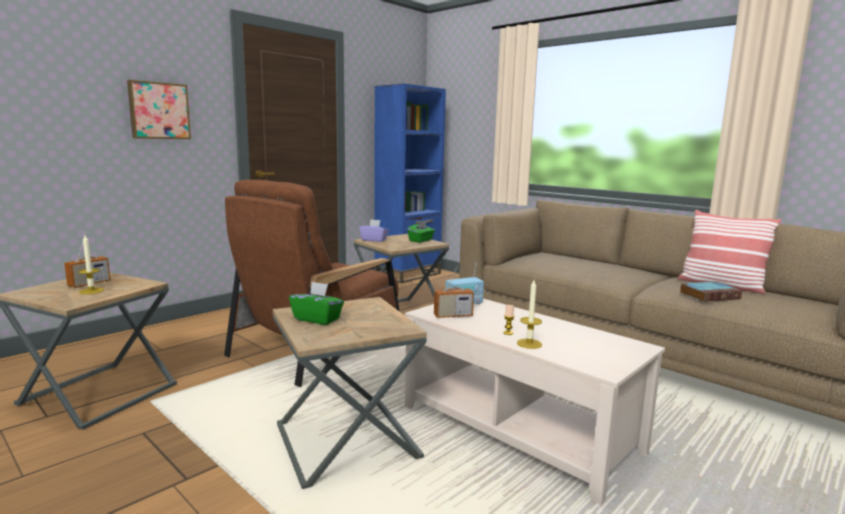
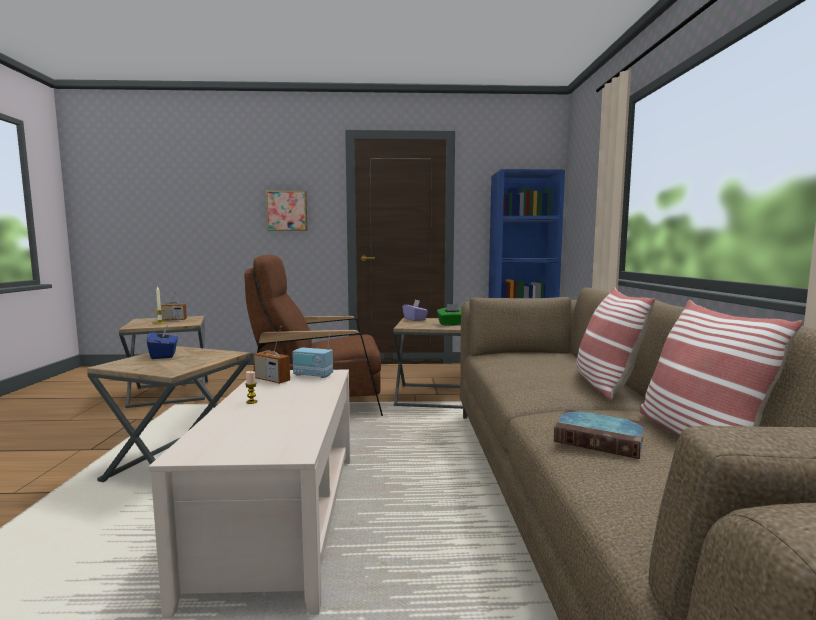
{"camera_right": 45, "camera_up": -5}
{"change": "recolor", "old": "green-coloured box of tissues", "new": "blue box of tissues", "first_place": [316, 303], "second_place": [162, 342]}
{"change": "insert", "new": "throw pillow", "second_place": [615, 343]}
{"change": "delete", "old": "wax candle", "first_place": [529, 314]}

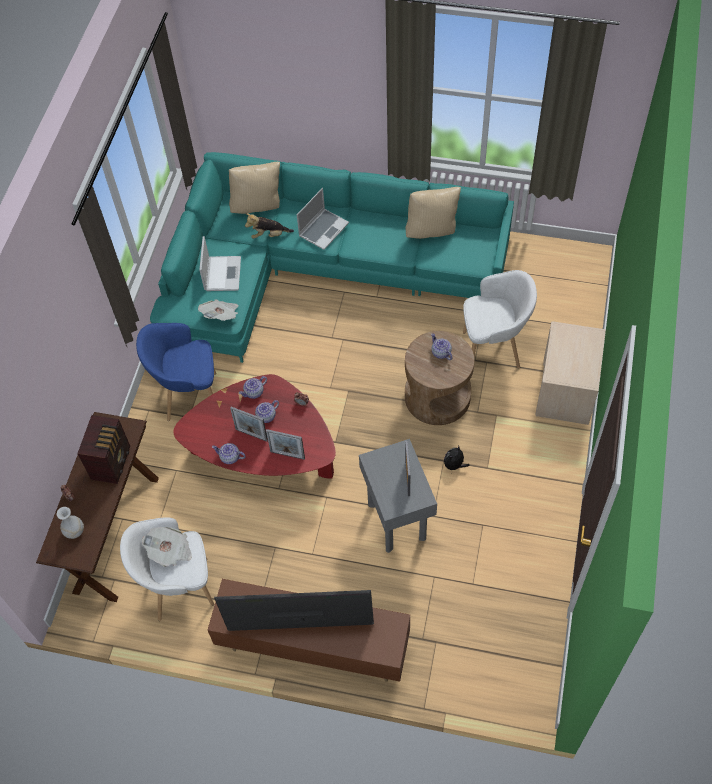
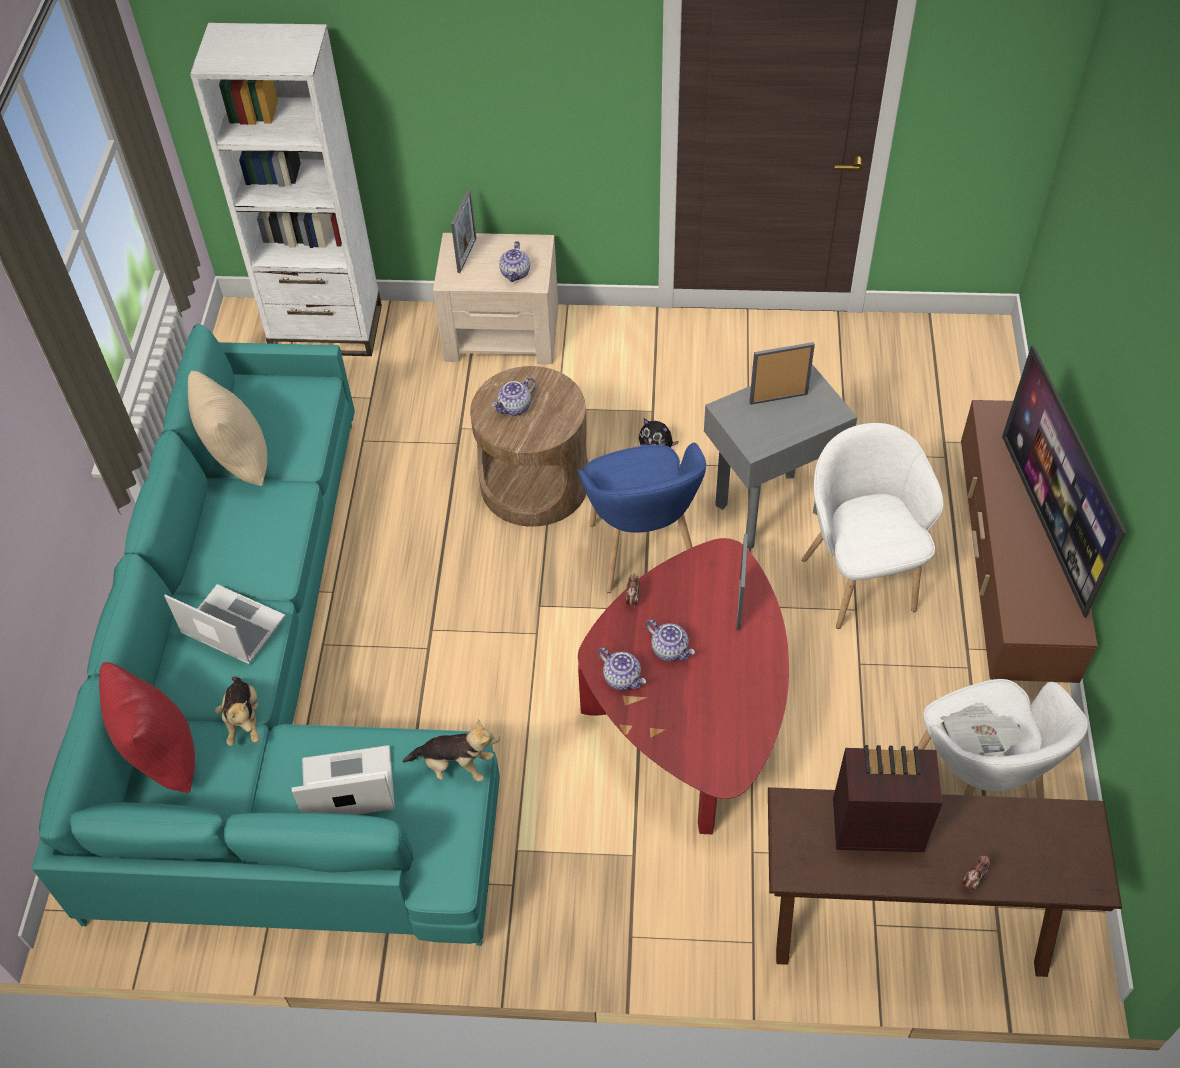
{"camera_right": -100, "camera_up": -5}
{"change": "recolor", "old": "beige throw pillow", "new": "red-coloured throw pillow", "first_place": [254, 188], "second_place": [147, 727]}
{"change": "insert", "new": "white-coloured bookcase", "second_place": [286, 189]}
{"change": "replace", "old": "printed paper", "new": "soft toy", "first_place": [218, 310], "second_place": [451, 750]}
{"change": "move", "old": "picture frame", "first_place": [249, 424], "second_place": [463, 230]}
{"change": "move", "old": "teapot", "first_place": [229, 453], "second_place": [514, 261]}
{"change": "move", "old": "blue easy chair", "first_place": [176, 372], "second_place": [642, 518]}
{"change": "move", "old": "white-coloured easy chair", "first_place": [500, 319], "second_place": [873, 526]}
{"change": "delete", "old": "white-coloured decorative vase", "first_place": [70, 523]}

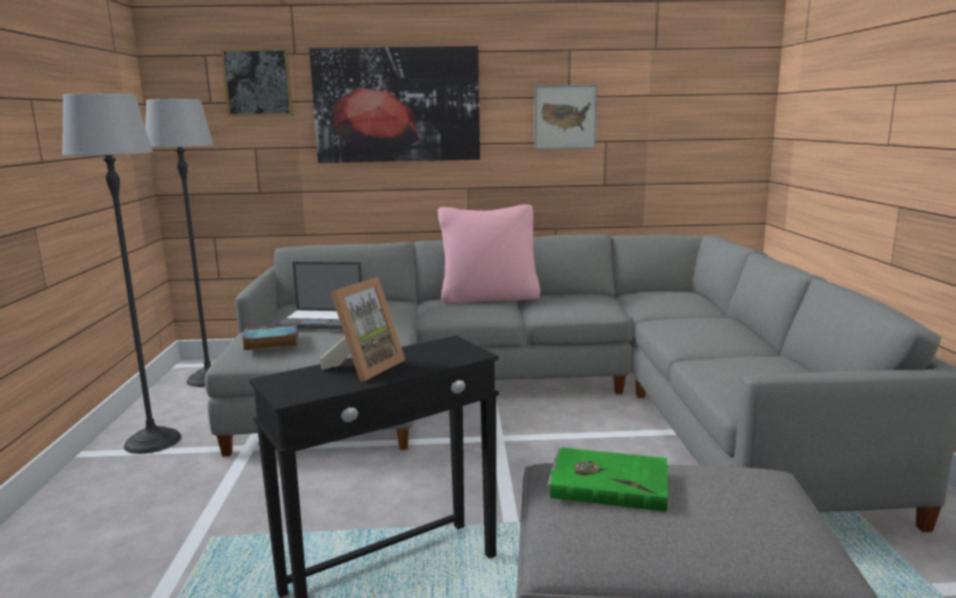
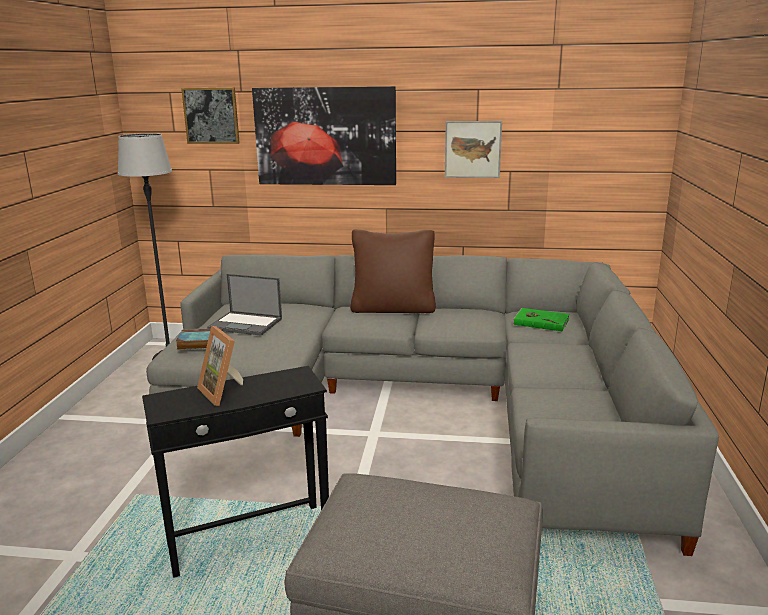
{"camera_right": 10, "camera_up": 5}
{"change": "rotate", "old": "picture frame", "first_place": [362, 329], "second_place": [220, 366], "degrees": 105}
{"change": "recolor", "old": "pink throw pillow", "new": "brown-coloured throw pillow", "first_place": [489, 254], "second_place": [393, 271]}
{"change": "move", "old": "green-coloured bound book", "first_place": [607, 480], "second_place": [541, 320]}
{"change": "delete", "old": "standard lamp", "first_place": [121, 273]}

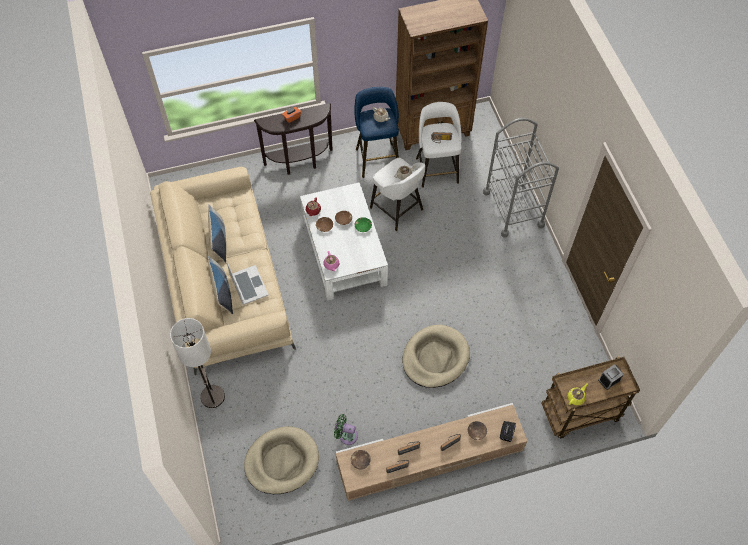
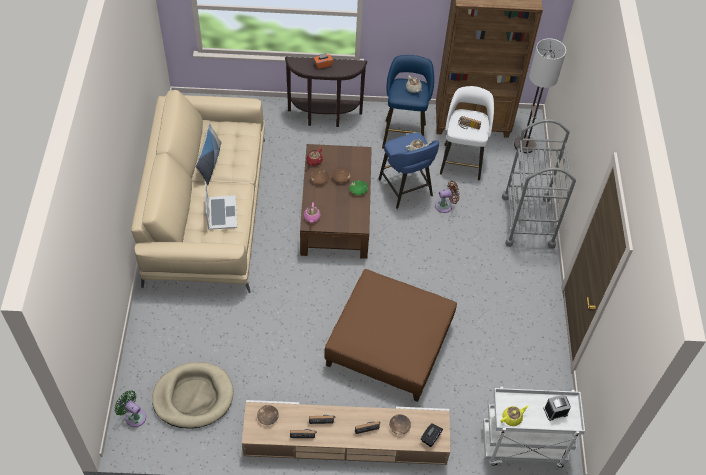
{"camera_right": 15, "camera_up": -5}
{"change": "move", "old": "green-coloured electric fan", "first_place": [346, 429], "second_place": [130, 408]}
{"change": "recolor", "old": "white-coloured lounge table", "new": "brown-coloured lounge table", "first_place": [344, 242], "second_place": [336, 201]}
{"change": "replace", "old": "beige dog cushion", "new": "brown-coloured ottoman", "first_place": [436, 356], "second_place": [391, 335]}
{"change": "recolor", "old": "white-coloured stool", "new": "blue stool", "first_place": [397, 194], "second_place": [408, 170]}
{"change": "insert", "new": "brown-coloured electric fan", "second_place": [447, 197]}
{"change": "recolor", "old": "brown-coloured wheeled cart", "new": "white-coloured wheeled cart", "first_place": [590, 397], "second_place": [534, 427]}
{"change": "move", "old": "standard lamp", "first_place": [197, 363], "second_place": [540, 95]}
{"change": "delete", "old": "throw pillow", "first_place": [220, 285]}

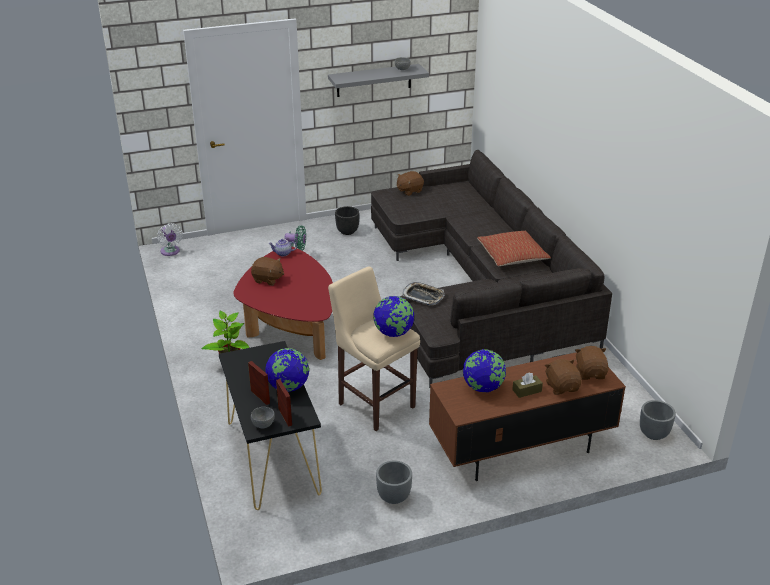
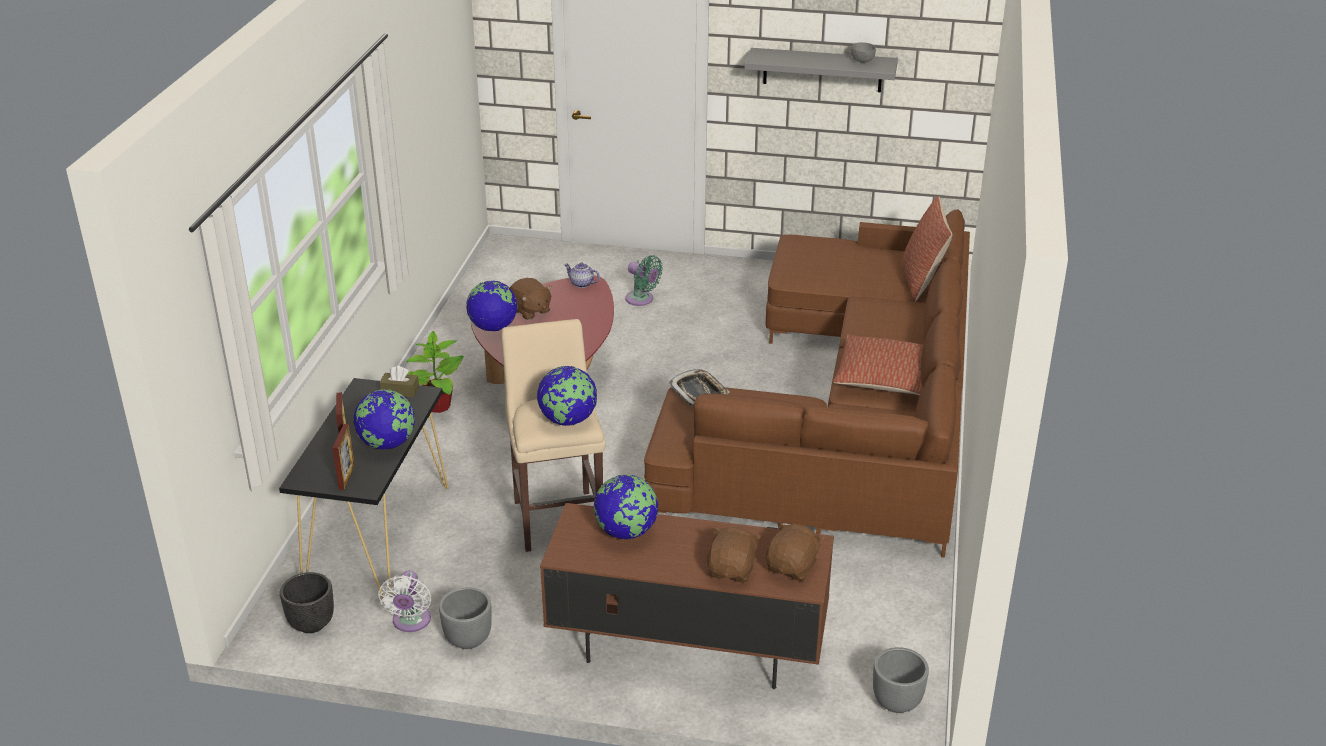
{"camera_right": 30, "camera_up": 0}
{"change": "move", "old": "black planter", "first_place": [347, 220], "second_place": [307, 602]}
{"change": "move", "old": "white-coloured electric fan", "first_place": [170, 239], "second_place": [405, 601]}
{"change": "move", "old": "brown-coloured box of tissues", "first_place": [527, 385], "second_place": [399, 382]}
{"change": "insert", "new": "world globe", "second_place": [491, 306]}
{"change": "recolor", "old": "grey sofa", "new": "brown-coloured sofa", "first_place": [491, 268], "second_place": [807, 383]}
{"change": "insert", "new": "throw pillow", "second_place": [927, 248]}
{"change": "delete", "old": "grey deep dish", "first_place": [263, 418]}
{"change": "delete", "old": "brown-coloured soft toy", "first_place": [410, 183]}

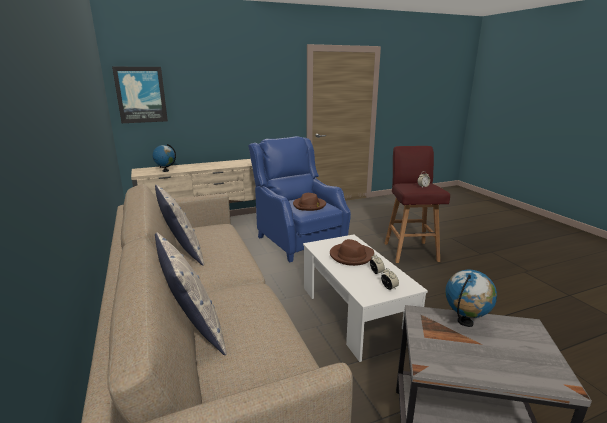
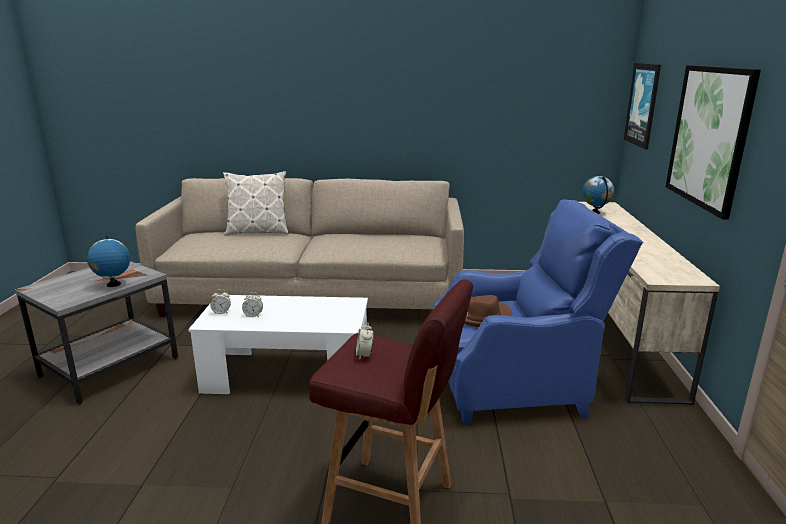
{"camera_right": 115, "camera_up": 0}
{"change": "insert", "new": "wall picture", "second_place": [713, 142]}
{"change": "delete", "old": "throw pillow", "first_place": [179, 225]}
{"change": "delete", "old": "brown-coloured clothing hat", "first_place": [352, 252]}

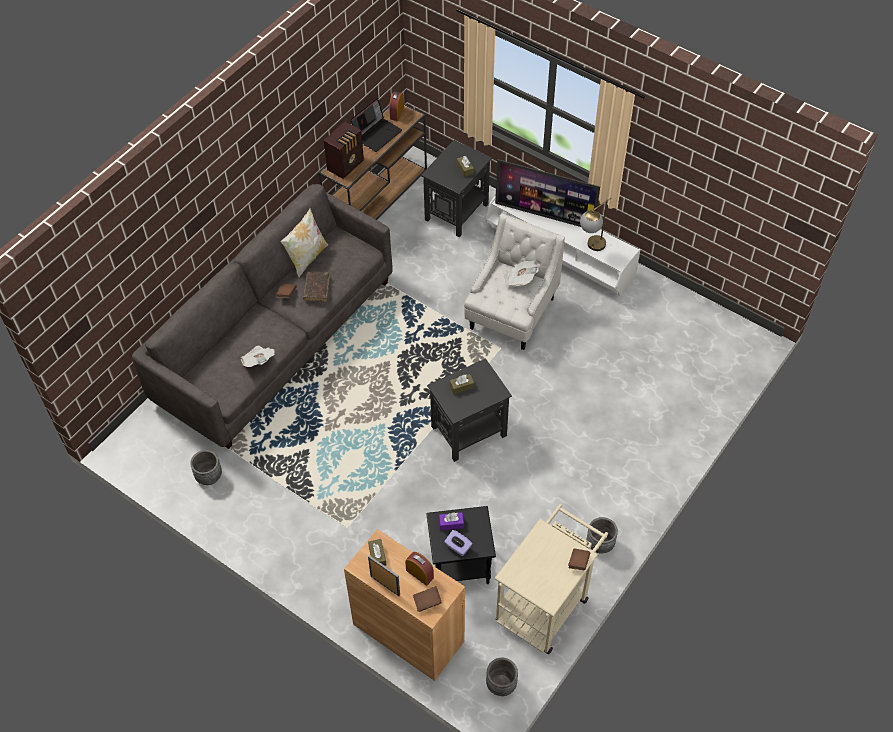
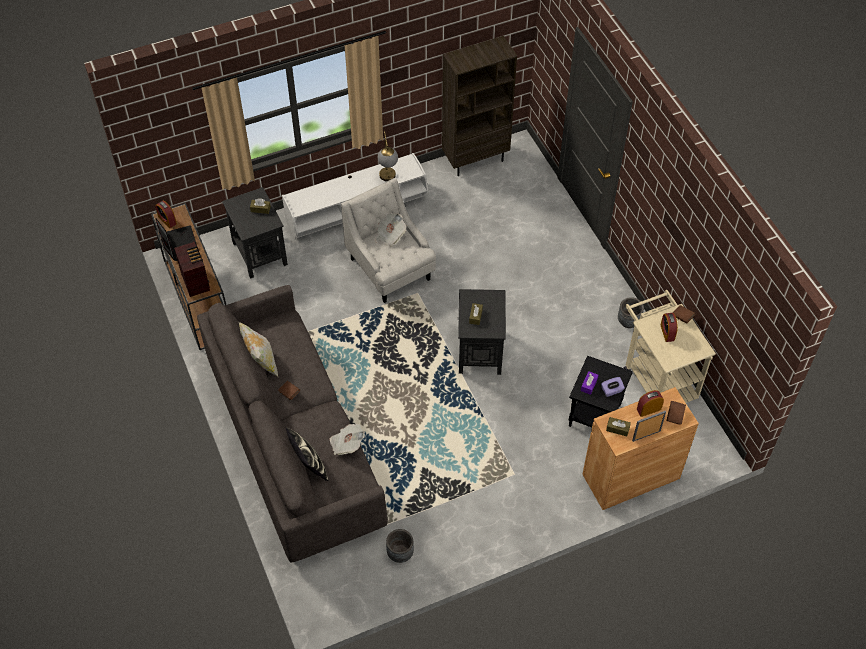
{"camera_right": -60, "camera_up": 0}
{"change": "insert", "new": "throw pillow", "second_place": [307, 454]}
{"change": "insert", "new": "brown-coloured bookcase", "second_place": [479, 106]}
{"change": "insert", "new": "table clock", "second_place": [669, 327]}
{"change": "delete", "old": "brown-coloured bound book", "first_place": [316, 286]}
{"change": "delete", "old": "grey planter", "first_place": [502, 677]}
{"change": "delete", "old": "television", "first_place": [547, 193]}

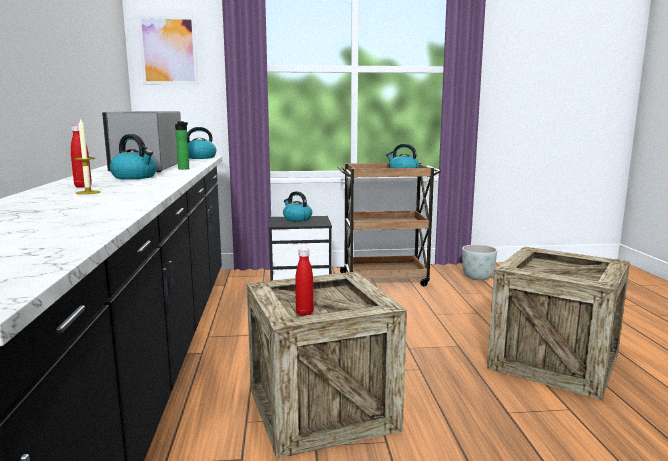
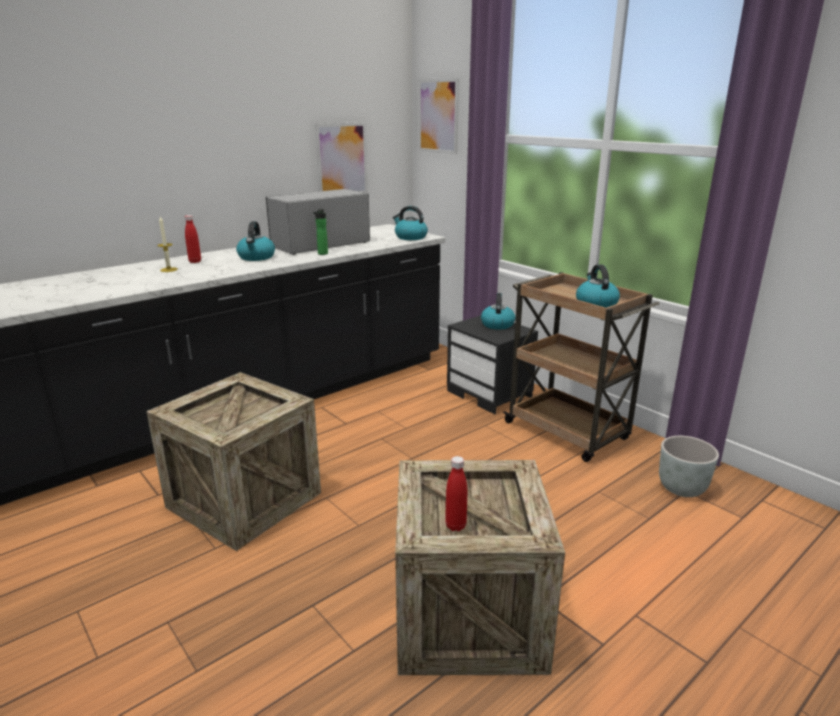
{"camera_right": 55, "camera_up": 10}
{"change": "insert", "new": "wall picture", "second_place": [341, 157]}
{"change": "move", "old": "red-coloured beverage bottle", "first_place": [304, 282], "second_place": [456, 493]}

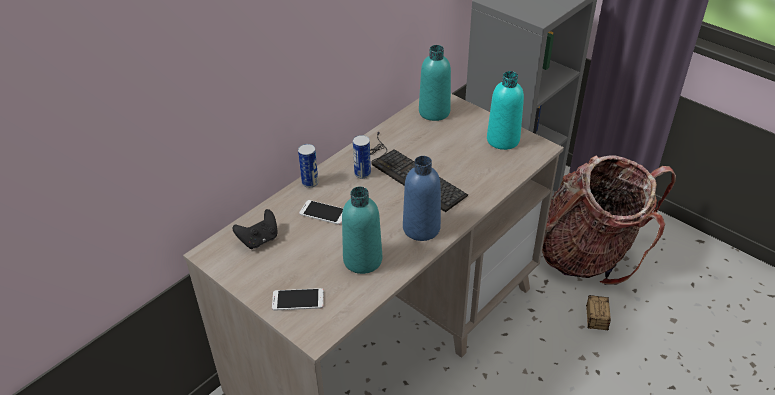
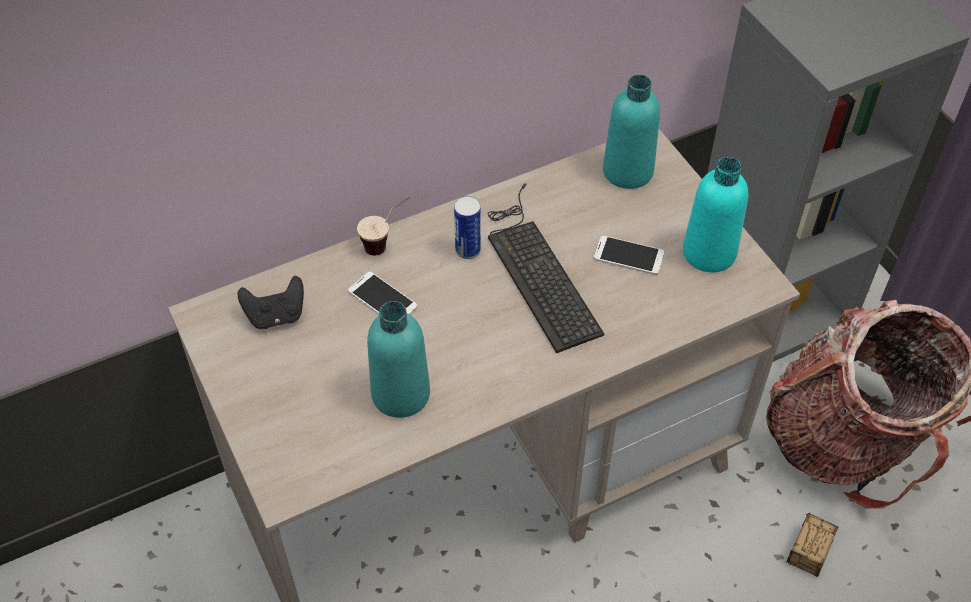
{"camera_right": 20, "camera_up": 10}
{"change": "replace", "old": "metal can", "new": "cup", "first_place": [308, 166], "second_place": [383, 226]}
{"change": "move", "old": "phone", "first_place": [298, 299], "second_place": [629, 255]}
{"change": "delete", "old": "blue beverage bottle", "first_place": [422, 198]}

